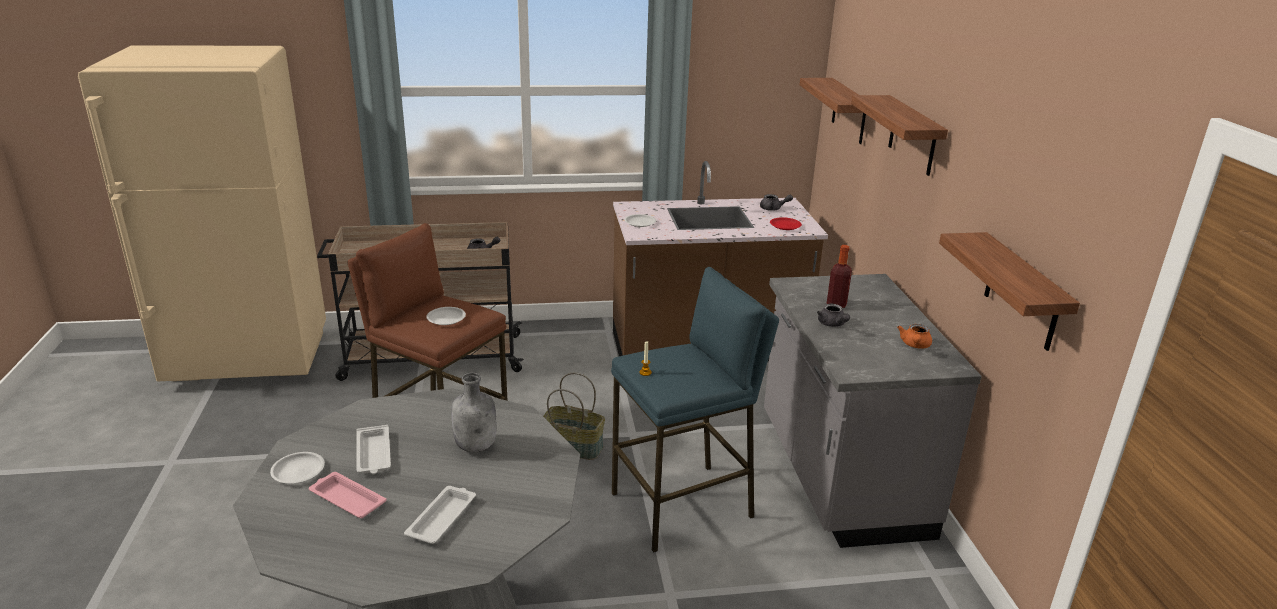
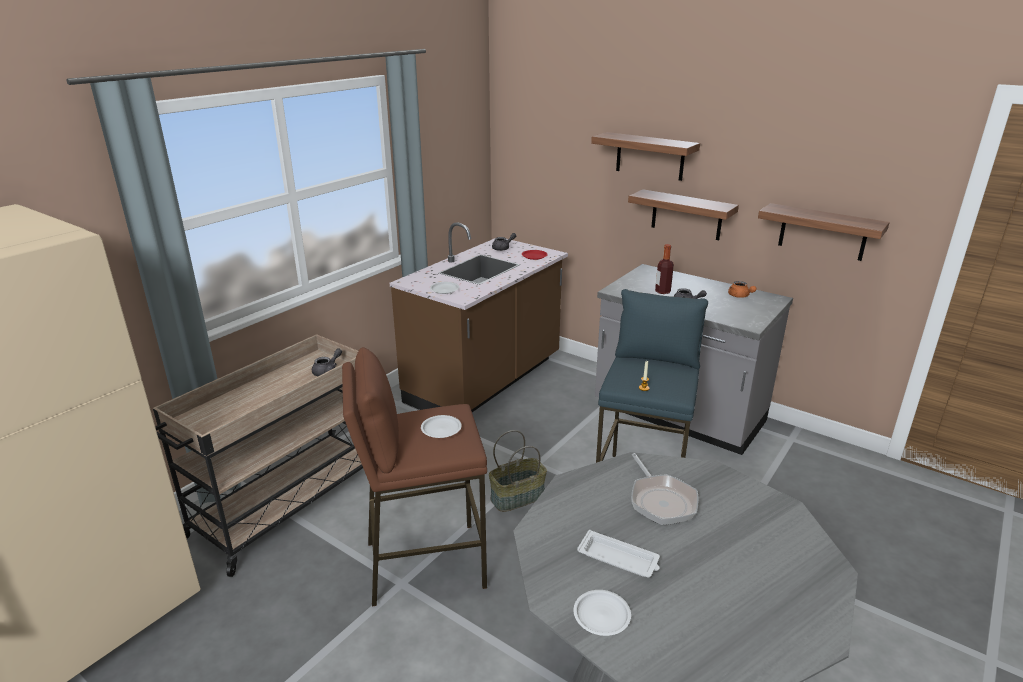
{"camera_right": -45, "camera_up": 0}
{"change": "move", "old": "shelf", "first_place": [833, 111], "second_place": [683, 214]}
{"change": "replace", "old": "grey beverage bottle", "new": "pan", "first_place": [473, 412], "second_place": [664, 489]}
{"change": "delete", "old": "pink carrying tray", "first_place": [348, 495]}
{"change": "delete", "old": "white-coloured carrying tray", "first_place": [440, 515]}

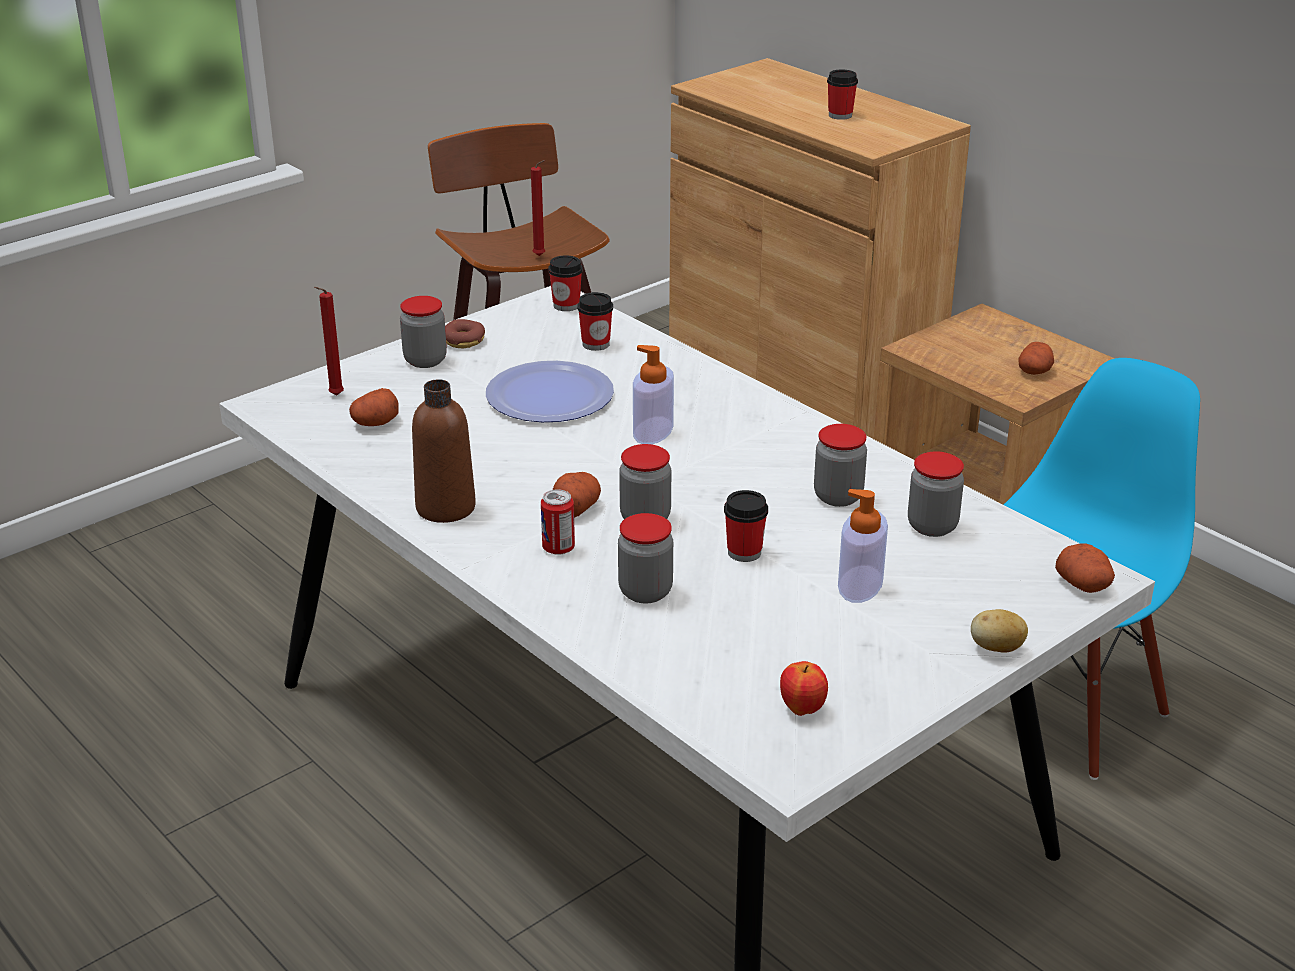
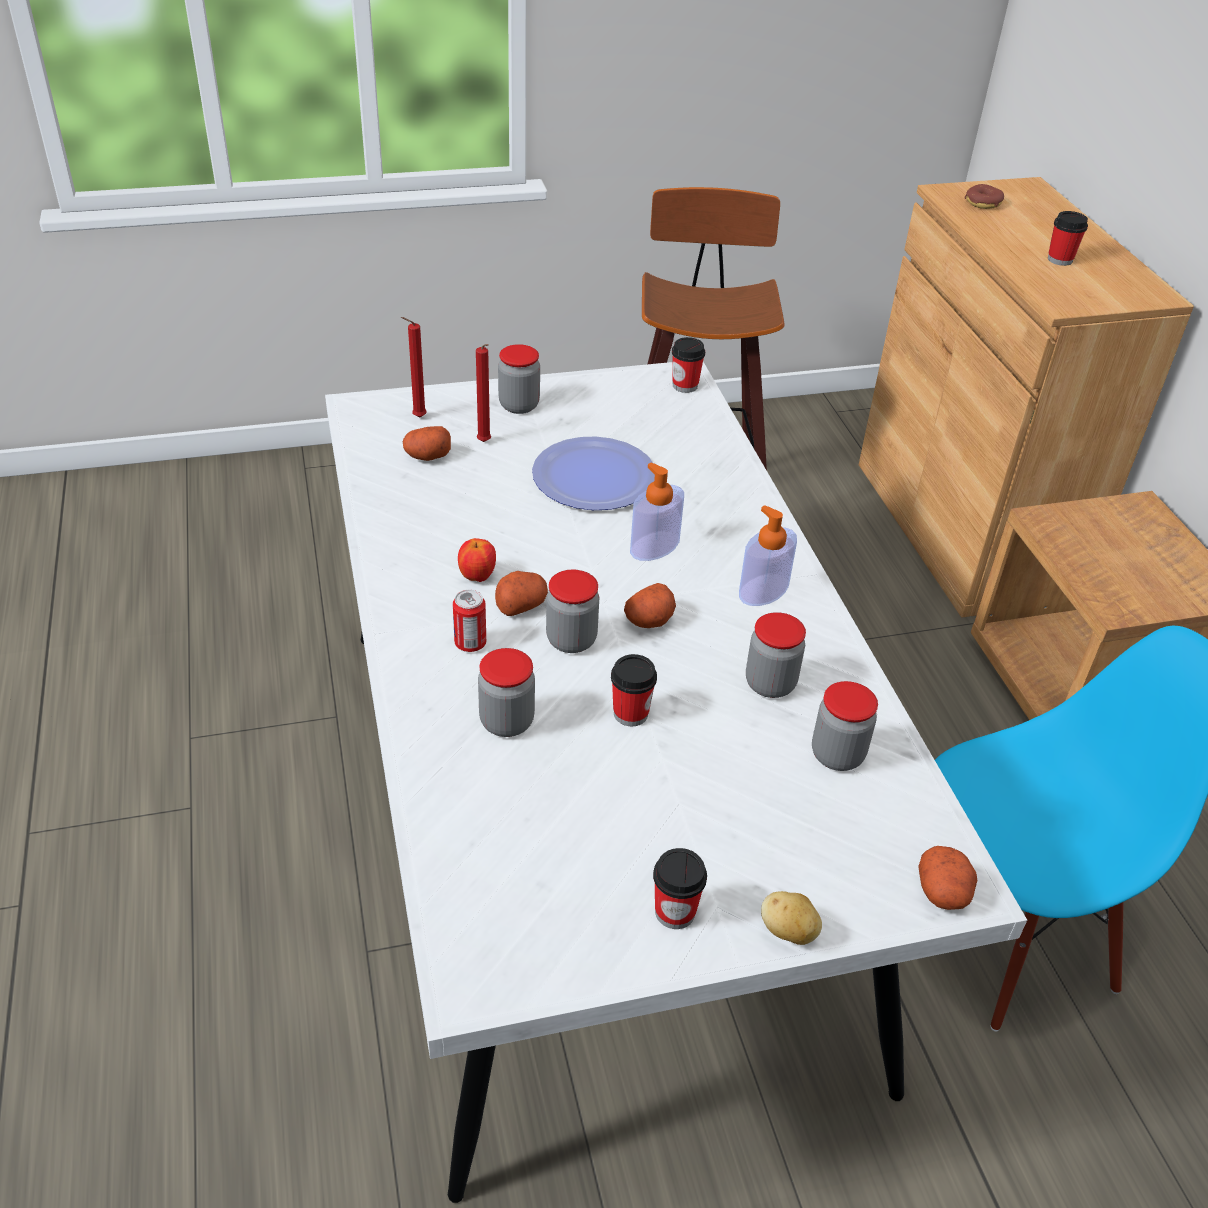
{"camera_right": 25, "camera_up": 10}
{"change": "move", "old": "apple", "first_place": [804, 688], "second_place": [477, 560]}
{"change": "move", "old": "red-coloured wax candle", "first_place": [538, 208], "second_place": [483, 393]}
{"change": "move", "old": "whole potato", "first_place": [1036, 358], "second_place": [650, 605]}
{"change": "move", "old": "cup", "first_place": [595, 321], "second_place": [680, 888]}
{"change": "move", "old": "soap dispenser", "first_place": [863, 546], "second_place": [768, 555]}
{"change": "move", "old": "donut", "first_place": [465, 333], "second_place": [984, 196]}
{"change": "delete", "old": "brown-coloured beverage bottle", "first_place": [444, 451]}

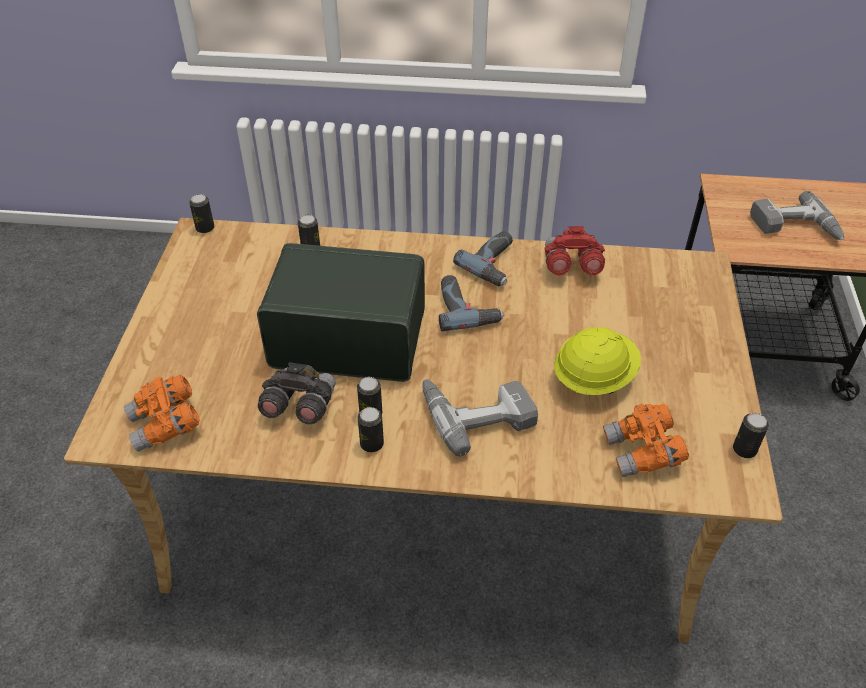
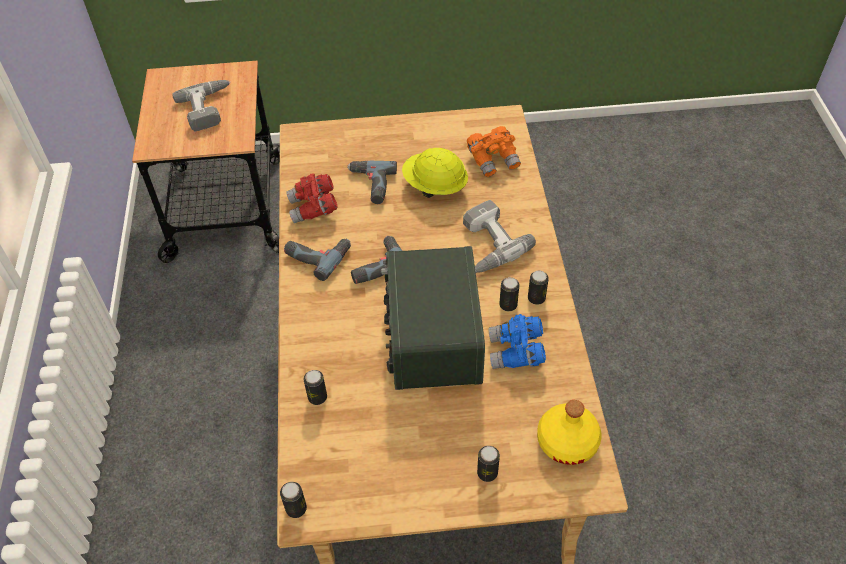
{"camera_right": -100, "camera_up": 5}
{"change": "insert", "new": "electric drill", "second_place": [372, 182]}
{"change": "move", "old": "metal can", "first_place": [751, 435], "second_place": [488, 464]}
{"change": "recolor", "old": "grey binoculars", "new": "blue binoculars", "first_place": [297, 393], "second_place": [517, 341]}
{"change": "replace", "old": "orange binoculars", "new": "yellow beverage bottle", "first_place": [162, 413], "second_place": [569, 432]}

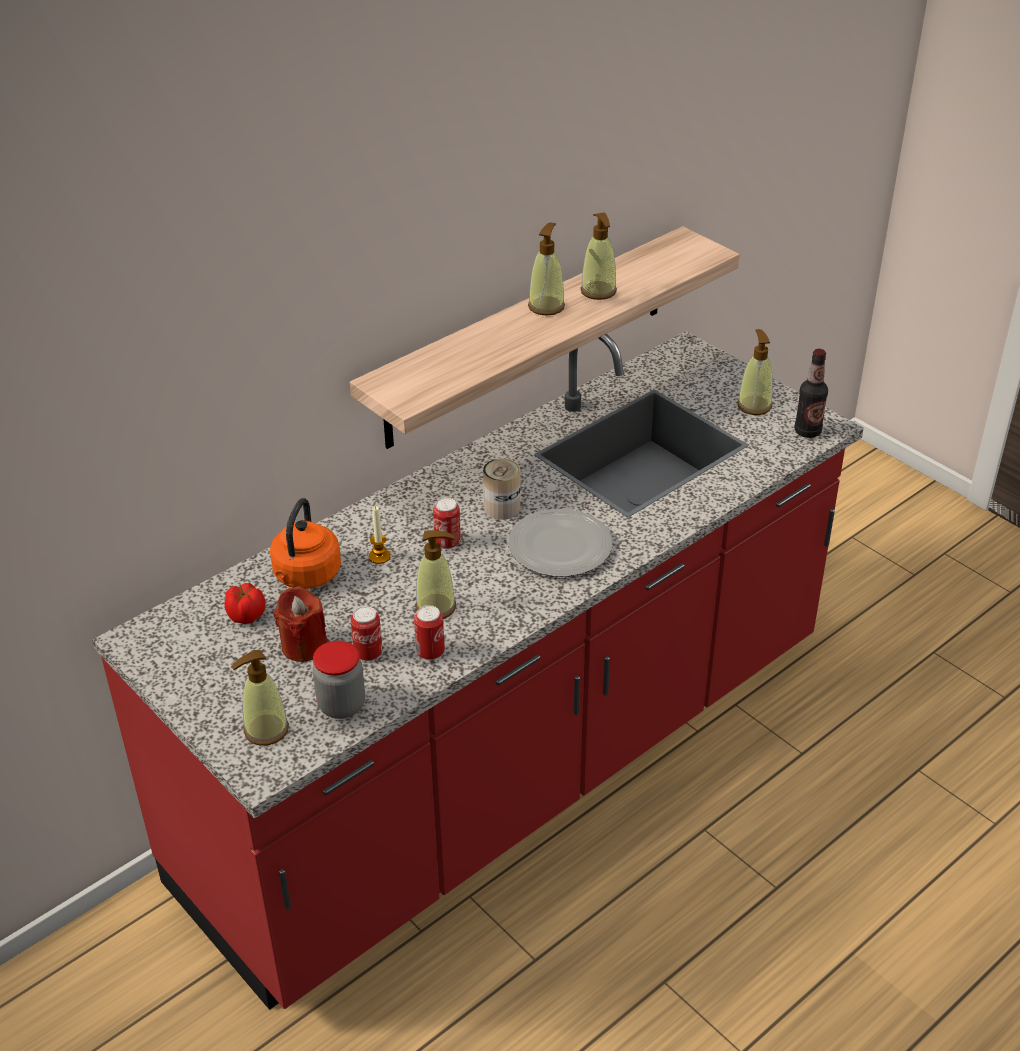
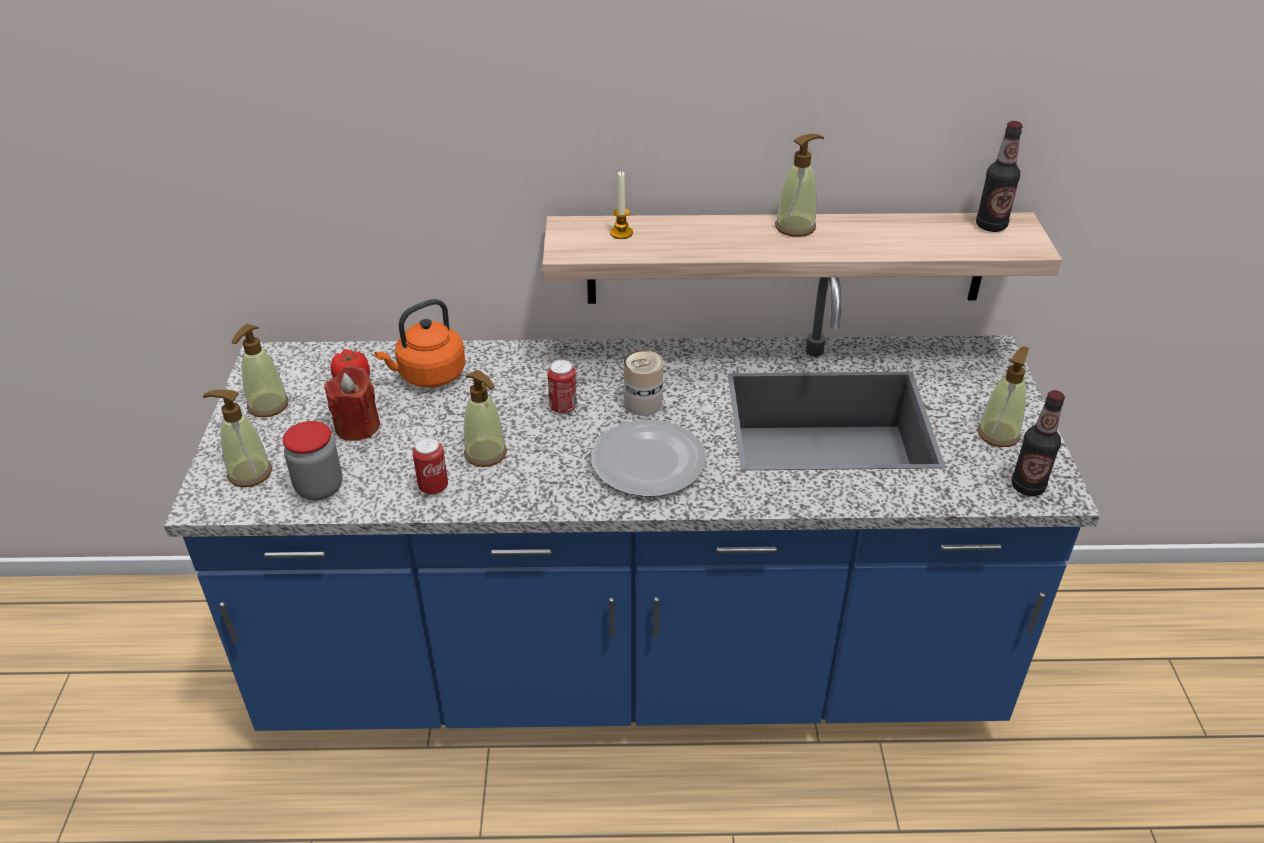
{"camera_right": 40, "camera_up": 0}
{"change": "recolor", "old": "red-coloured kitchen counter", "new": "blue kitchen counter", "first_place": [478, 670], "second_place": [632, 504]}
{"change": "move", "old": "soap dispenser", "first_place": [598, 256], "second_place": [260, 370]}
{"change": "move", "old": "wax candle", "first_place": [380, 535], "second_place": [621, 205]}
{"change": "insert", "new": "beverage bottle", "second_place": [999, 176]}
{"change": "delete", "old": "metal can", "first_place": [367, 633]}

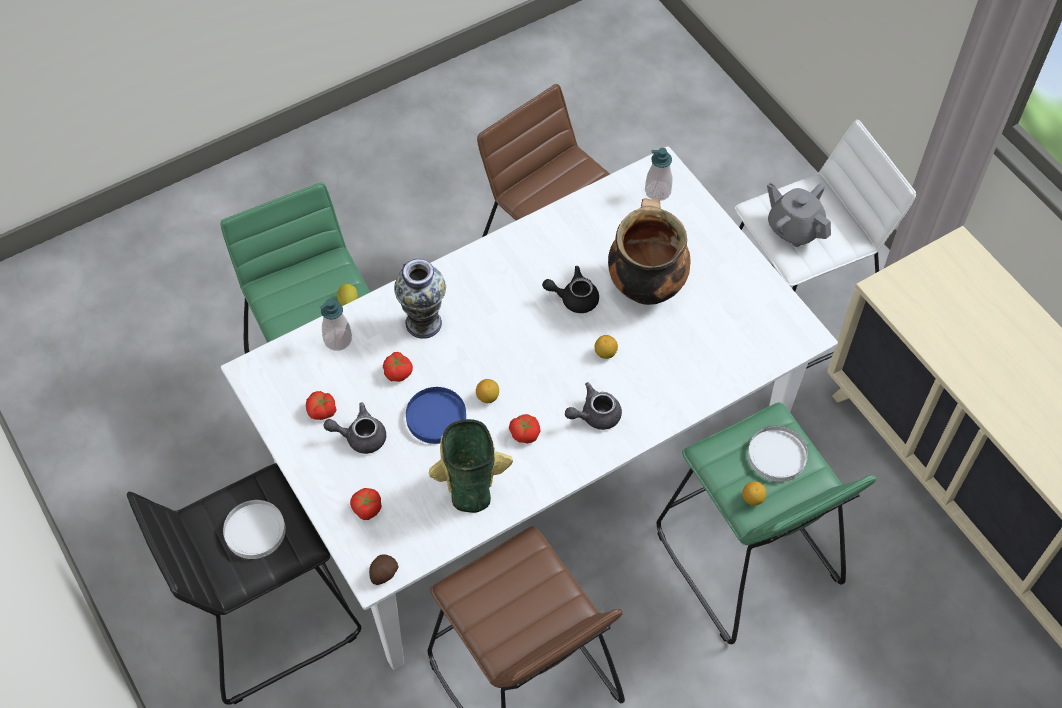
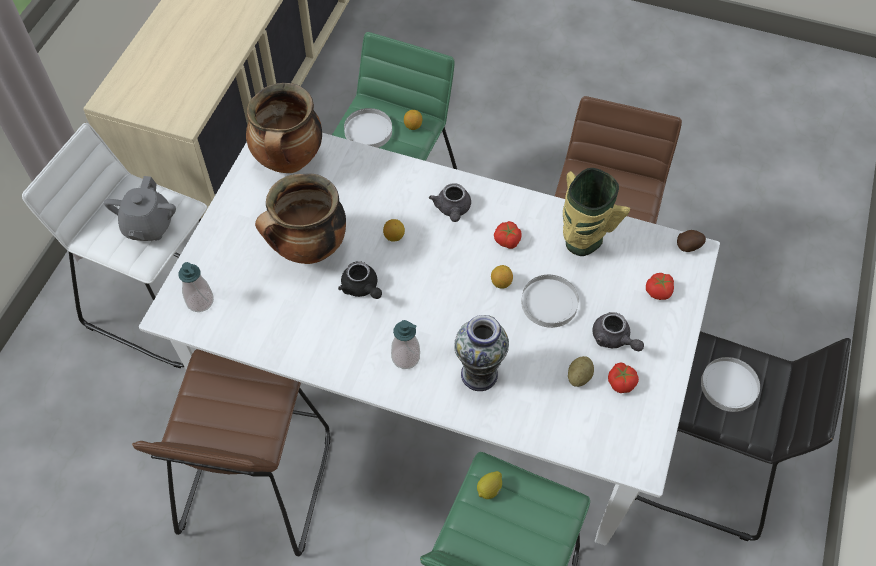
{"camera_right": -130, "camera_up": 0}
{"change": "insert", "new": "saucepot", "second_place": [284, 128]}
{"change": "move", "old": "soap dispenser", "first_place": [336, 325], "second_place": [405, 344]}
{"change": "rotate", "old": "grey teapot", "first_place": [593, 406], "second_place": [450, 202], "degrees": 60}
{"change": "recolor", "old": "blue flat dish", "new": "white-coloured flat dish", "first_place": [436, 415], "second_place": [550, 301]}
{"change": "insert", "new": "whole potato", "second_place": [581, 371]}
{"change": "delete", "old": "whole tomato", "first_place": [398, 367]}

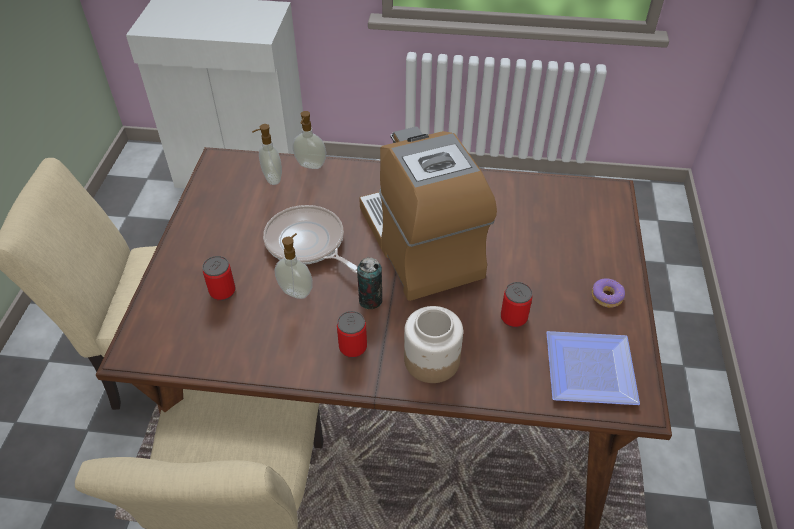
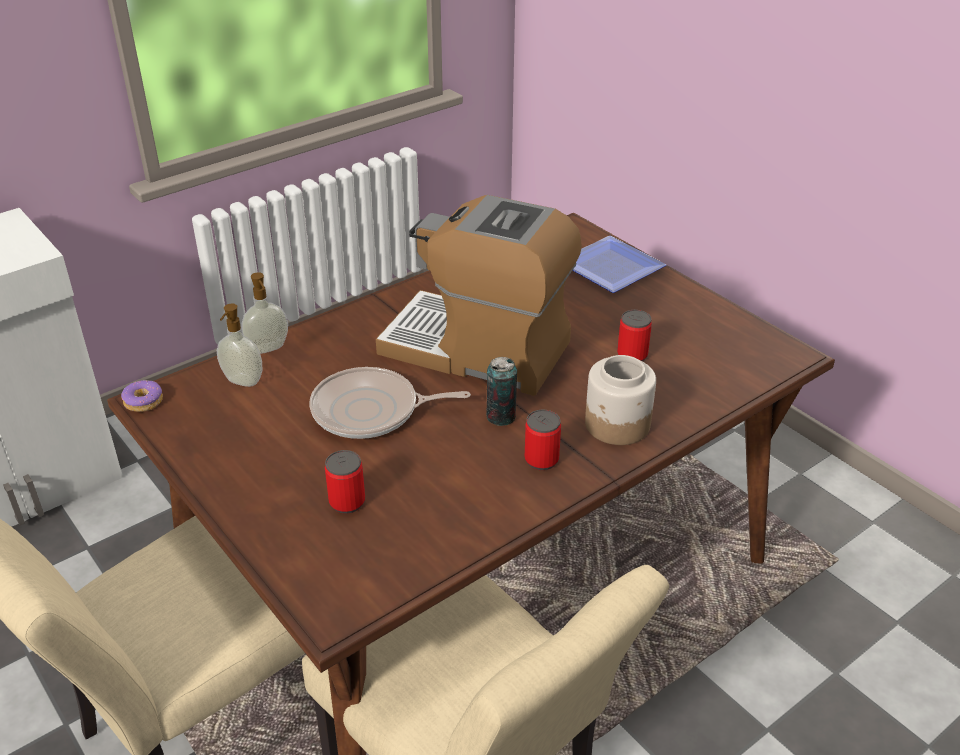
{"camera_right": -45, "camera_up": -10}
{"change": "move", "old": "donut", "first_place": [608, 293], "second_place": [142, 396]}
{"change": "move", "old": "flat dish", "first_place": [593, 368], "second_place": [619, 264]}
{"change": "delete", "old": "soap dispenser", "first_place": [294, 266]}

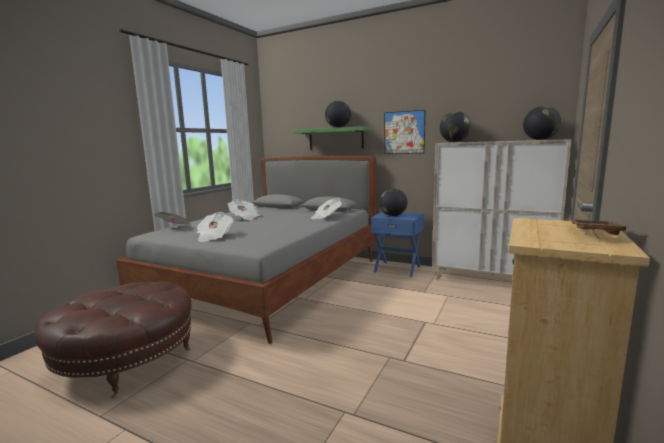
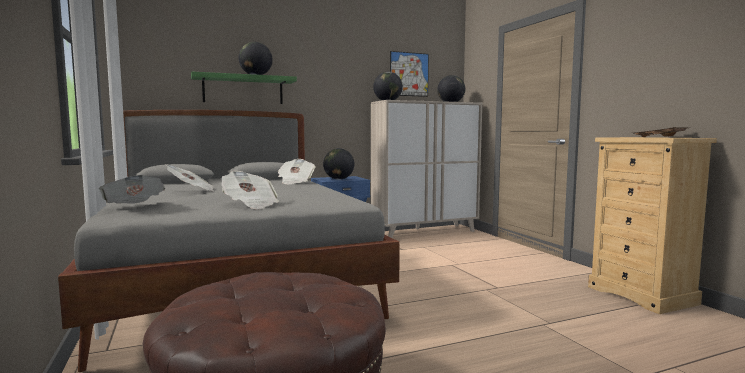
{"camera_right": -50, "camera_up": -5}
{"change": "move", "old": "wall picture", "first_place": [404, 132], "second_place": [409, 74]}

